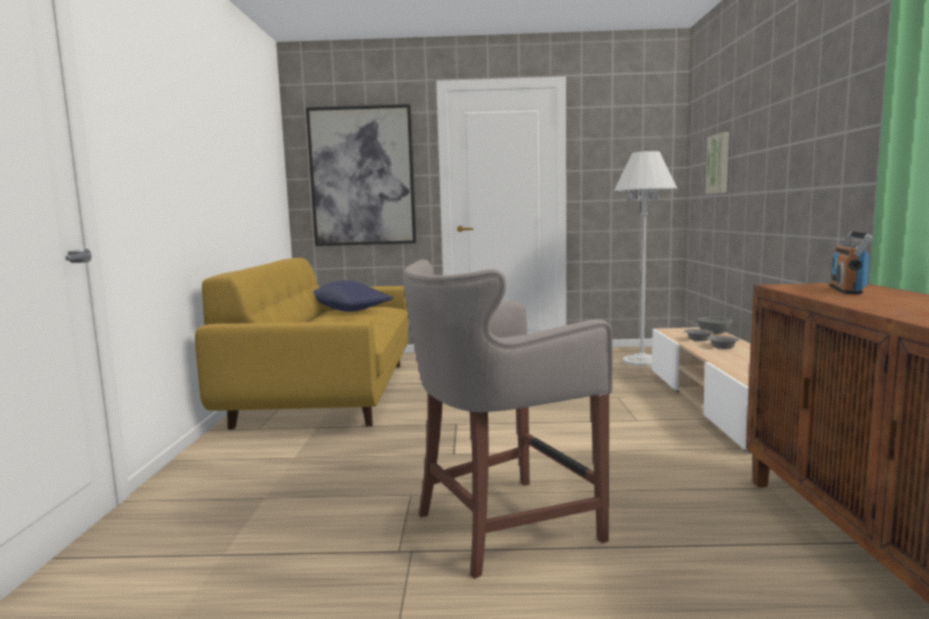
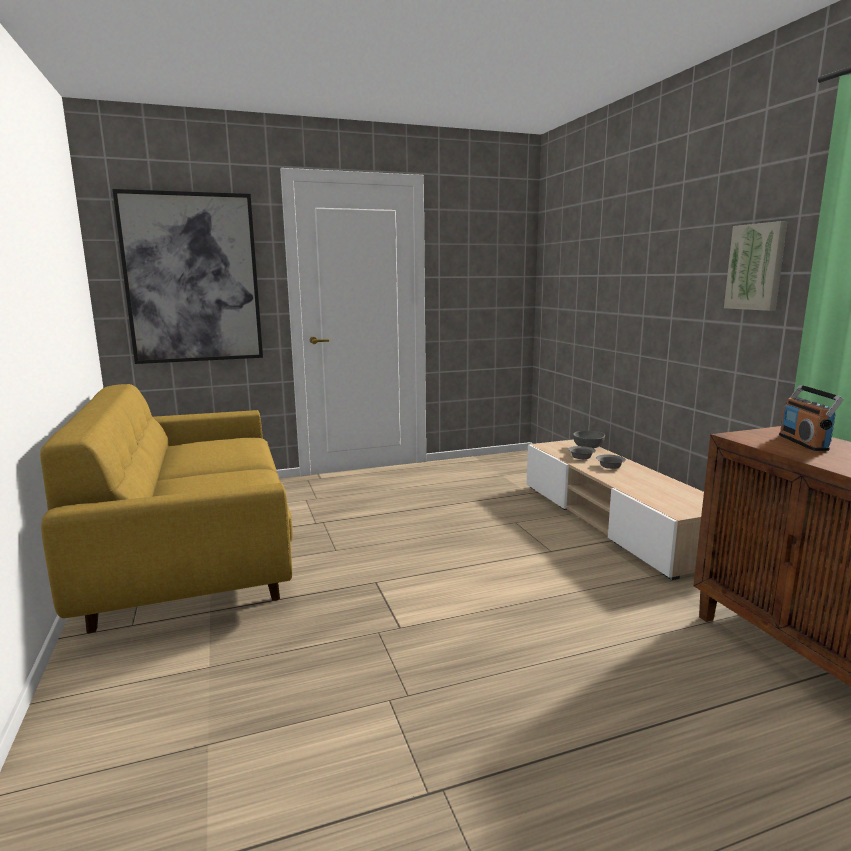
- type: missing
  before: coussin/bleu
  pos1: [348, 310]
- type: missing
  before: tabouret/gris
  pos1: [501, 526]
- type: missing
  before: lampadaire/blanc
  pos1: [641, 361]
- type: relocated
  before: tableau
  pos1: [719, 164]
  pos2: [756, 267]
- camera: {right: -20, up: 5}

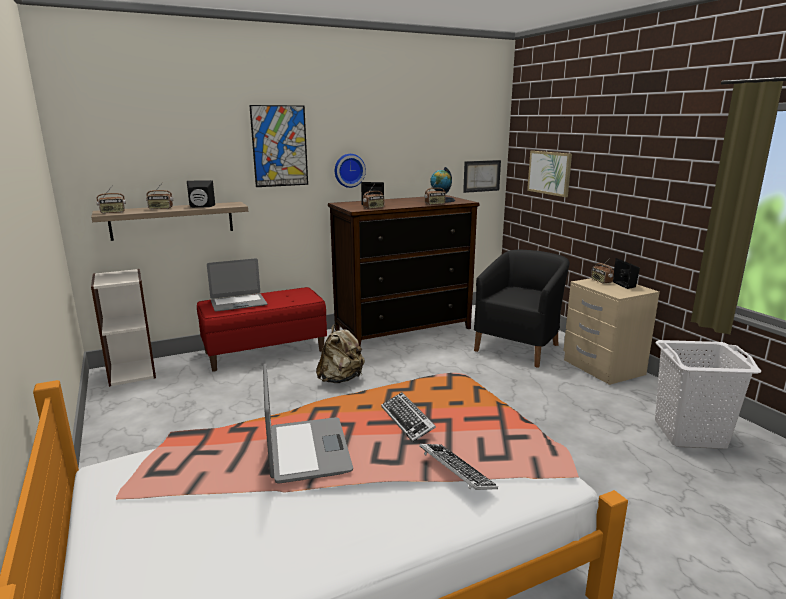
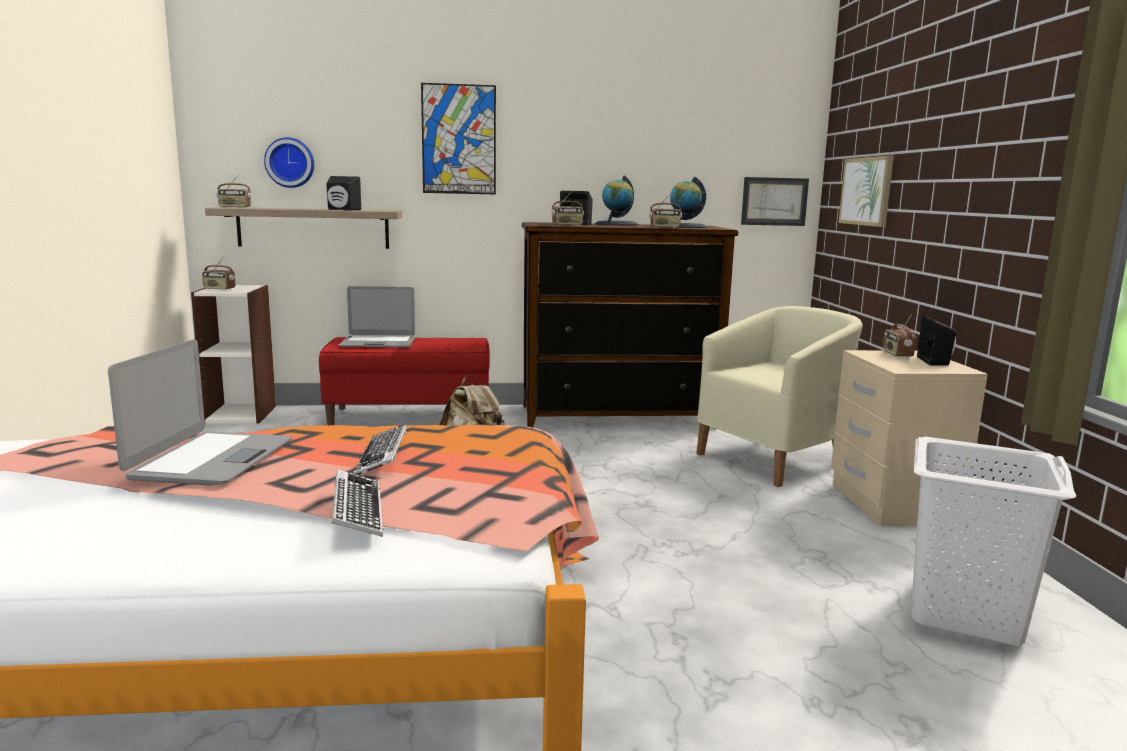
- type: appeared
  after: globe
  pos2: [616, 224]
- type: relocated
  before: radio
  pos1: [160, 208]
  pos2: [219, 289]
- type: relocated
  before: horloge murale
  pos1: [349, 170]
  pos2: [290, 162]
- type: colour
  before: fauteuil/noir
  after: fauteuil/beige
  pos1: [519, 347]
  pos2: [774, 460]
- camera: {right: 20, up: -5}

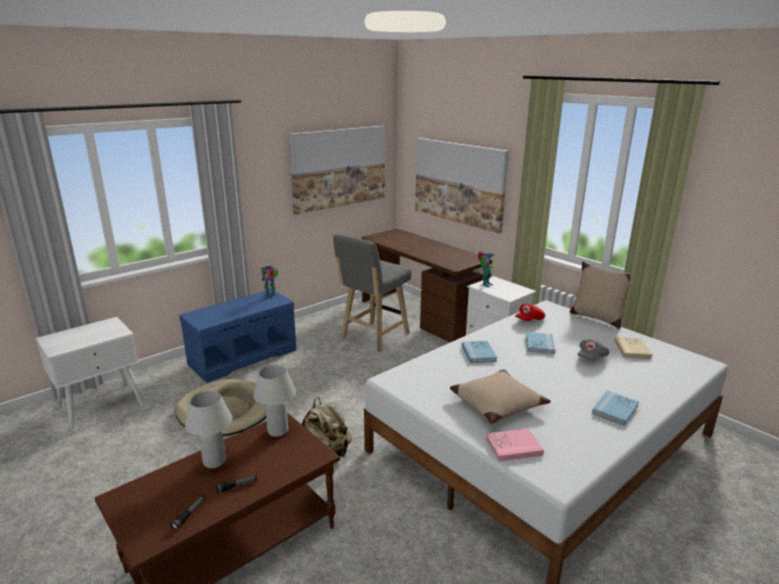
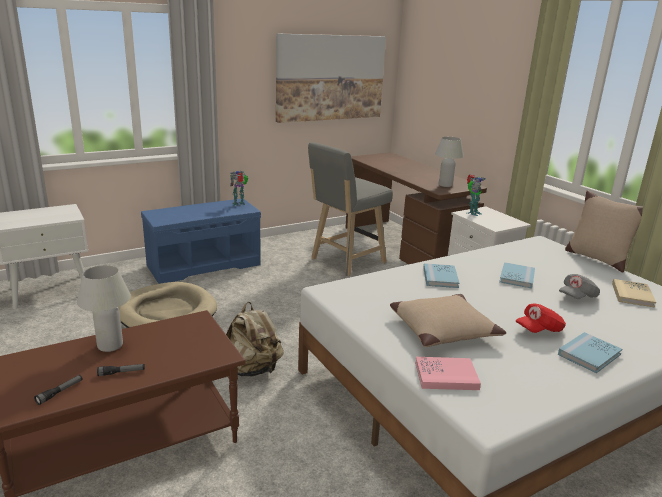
- type: missing
  before: tableau
  pos1: [459, 183]
- type: relocated
  before: lampe de table/blanc
  pos1: [278, 431]
  pos2: [445, 185]
- type: relocated
  before: casquette/rouge
  pos1: [529, 320]
  pos2: [539, 330]
- camera: {right: 10, up: 0}

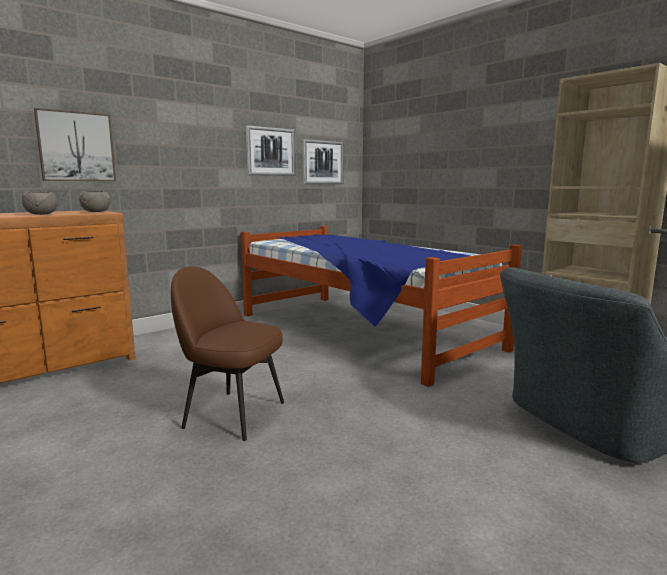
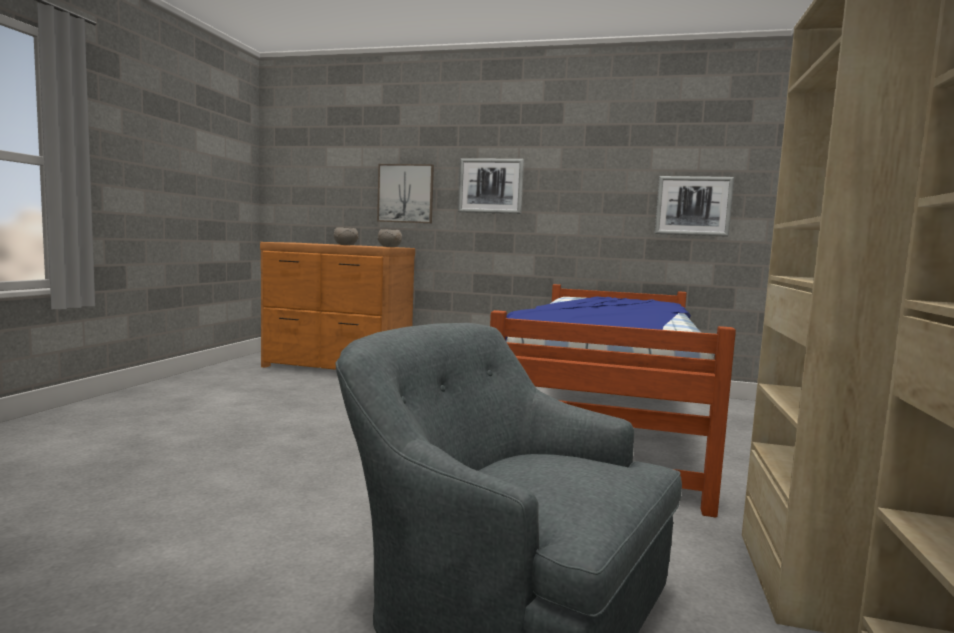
- type: missing
  before: chaise/marron
  pos1: [232, 414]
- type: relocated
  before: tableau
  pos1: [270, 151]
  pos2: [490, 186]
- camera: {right: 55, up: -5}

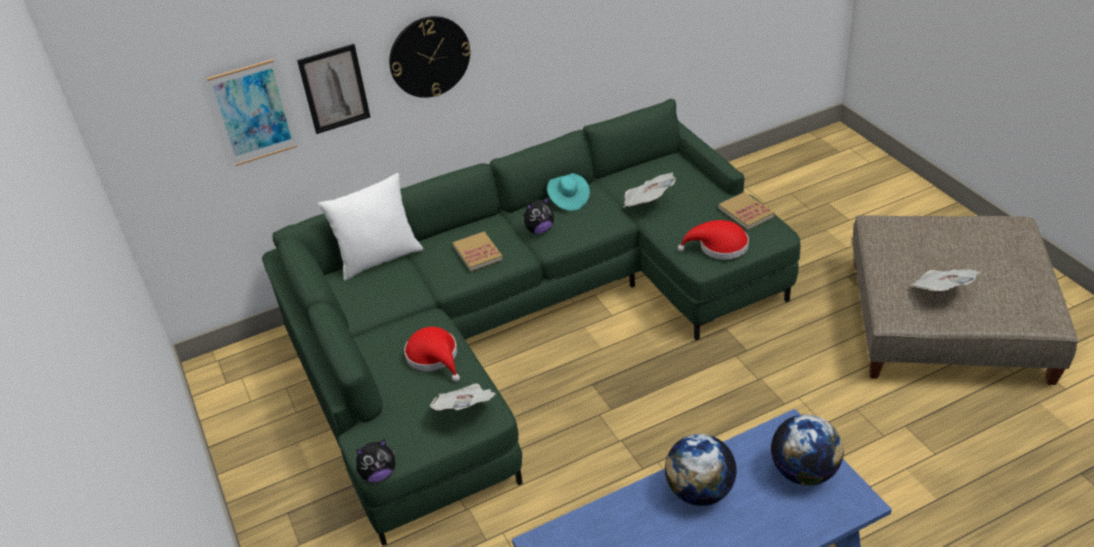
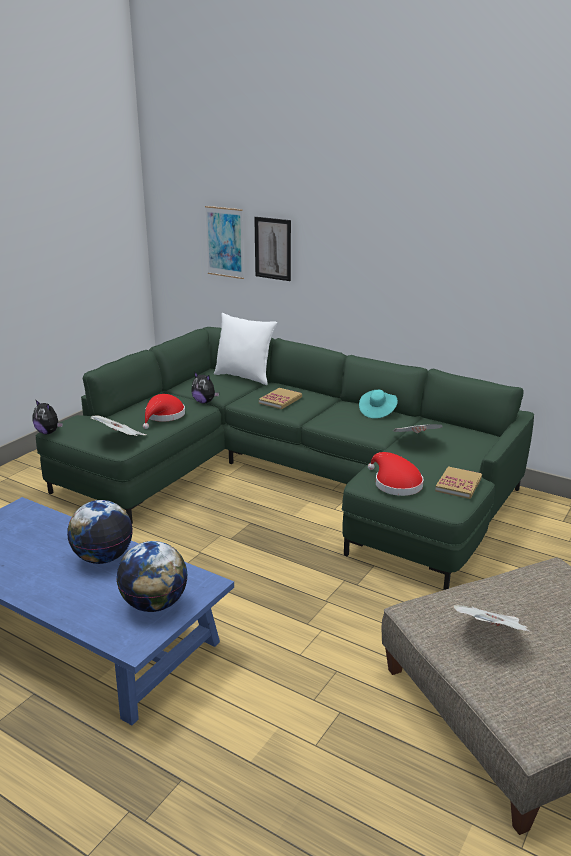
- type: missing
  before: horloge murale
  pos1: [429, 56]
- type: relocated
  before: peluche
  pos1: [539, 230]
  pos2: [204, 402]
- camera: {right: 55, up: -15}

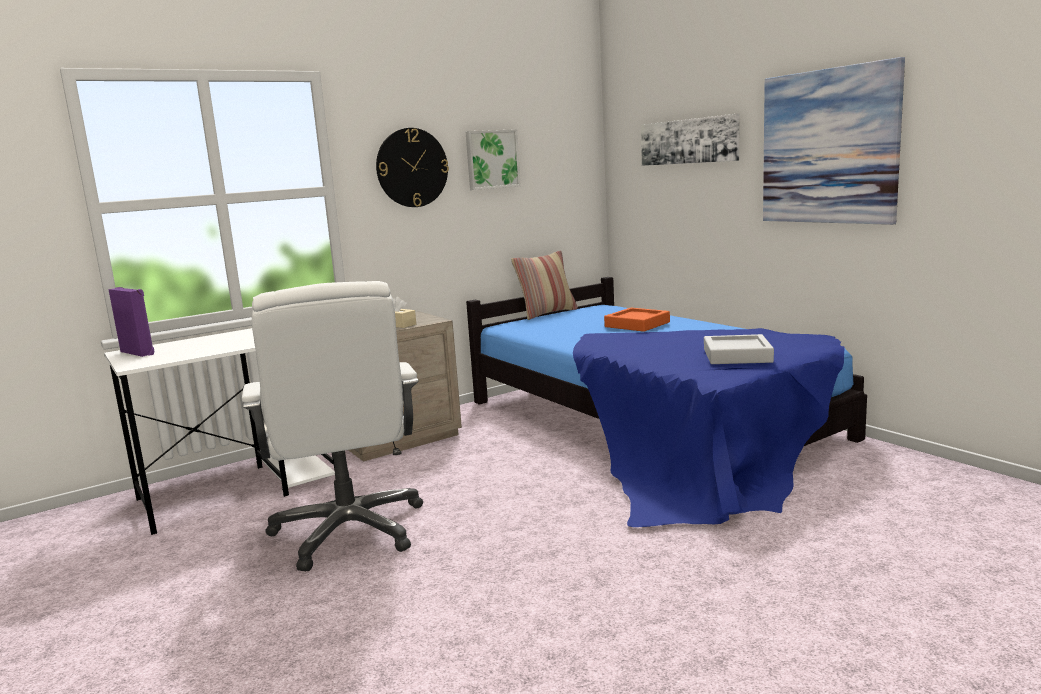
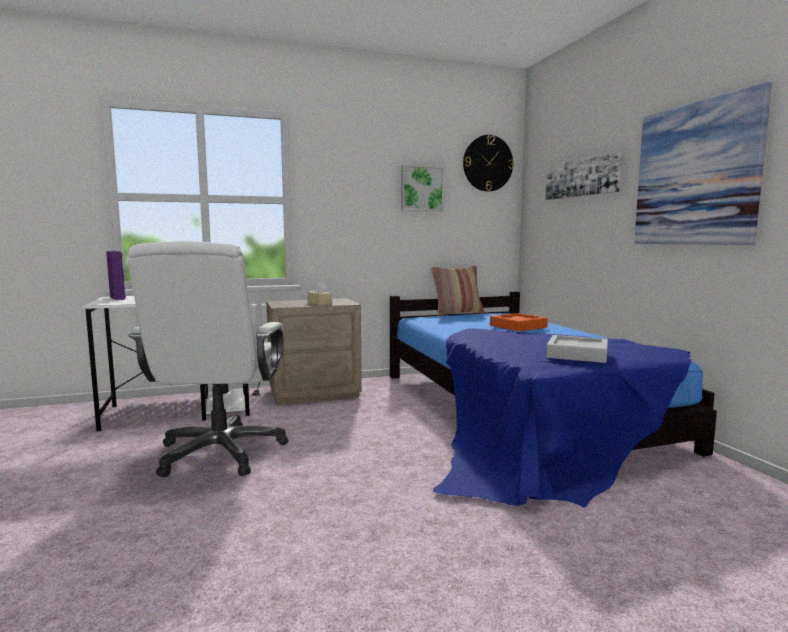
- type: relocated
  before: horloge murale
  pos1: [412, 168]
  pos2: [487, 163]
- camera: {right: 15, up: -5}

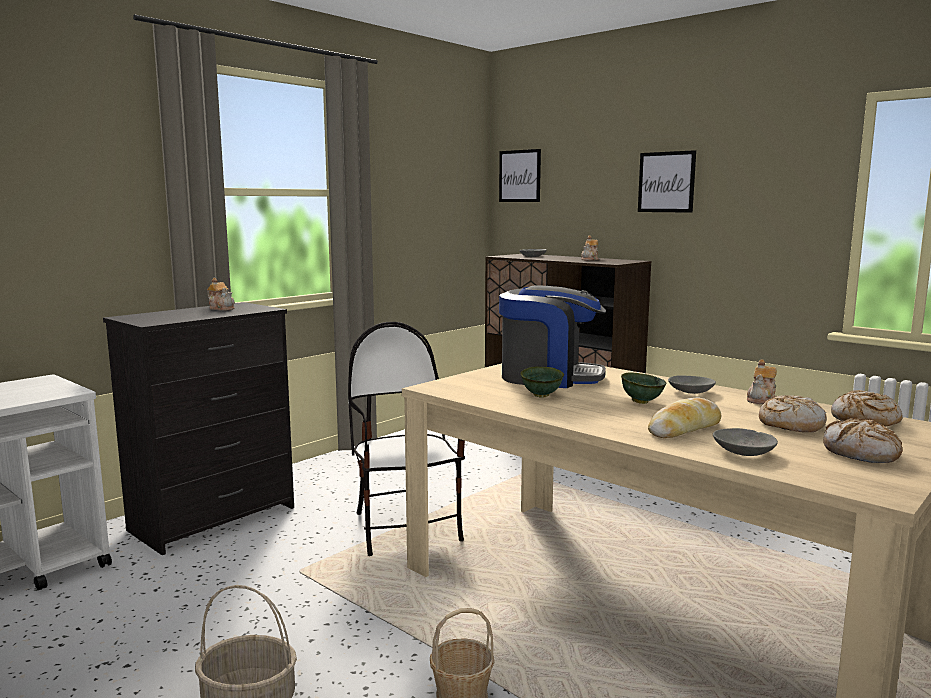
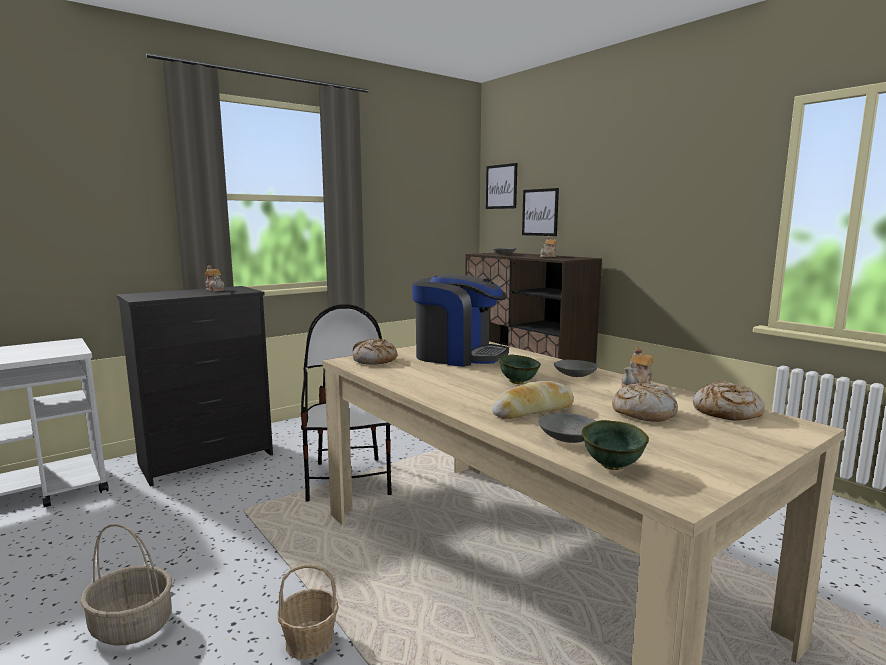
- type: relocated
  before: bol/vert
  pos1: [542, 396]
  pos2: [613, 466]
- type: relocated
  before: tableau
  pos1: [666, 182]
  pos2: [540, 212]
- type: relocated
  before: pain
  pos1: [861, 453]
  pos2: [374, 360]
- camera: {right: 10, up: 0}

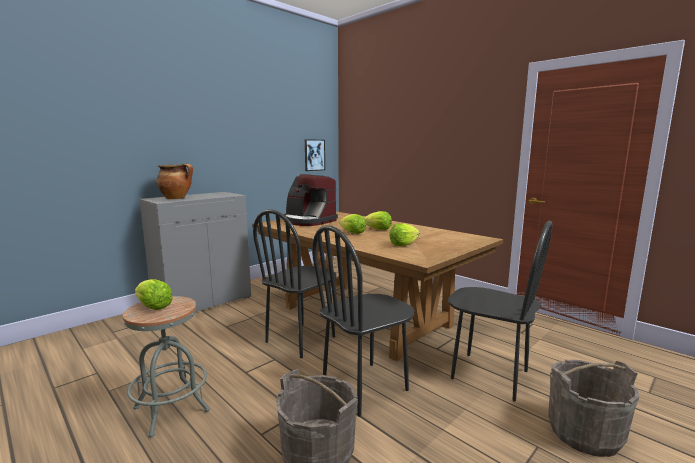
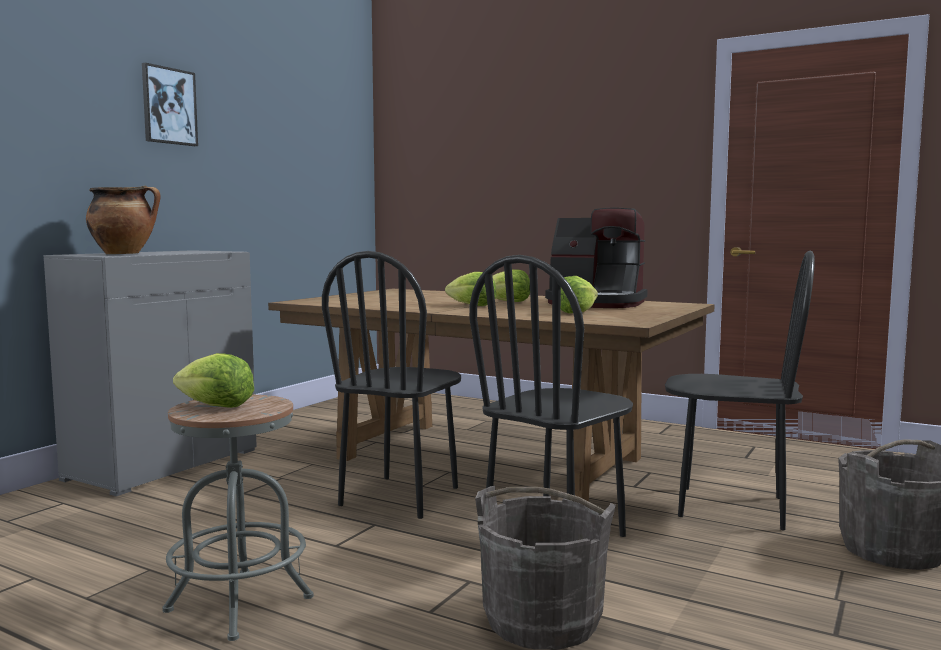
- type: relocated
  before: machine à café
  pos1: [308, 221]
  pos2: [595, 303]
- type: relocated
  before: tableau
  pos1: [314, 155]
  pos2: [169, 106]
- camera: {right: -15, up: -5}

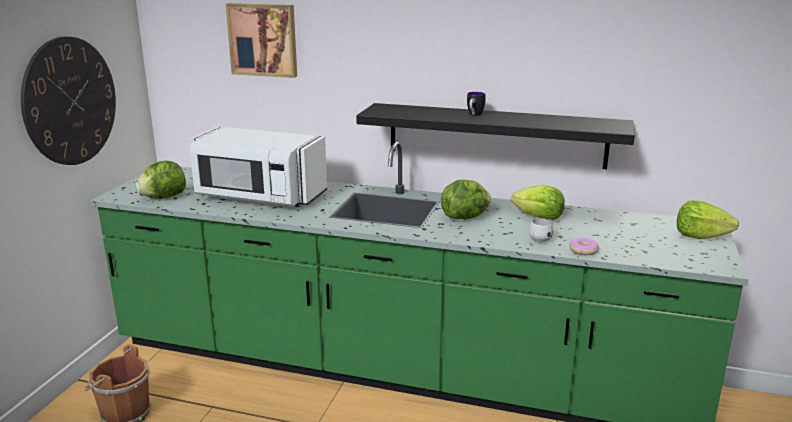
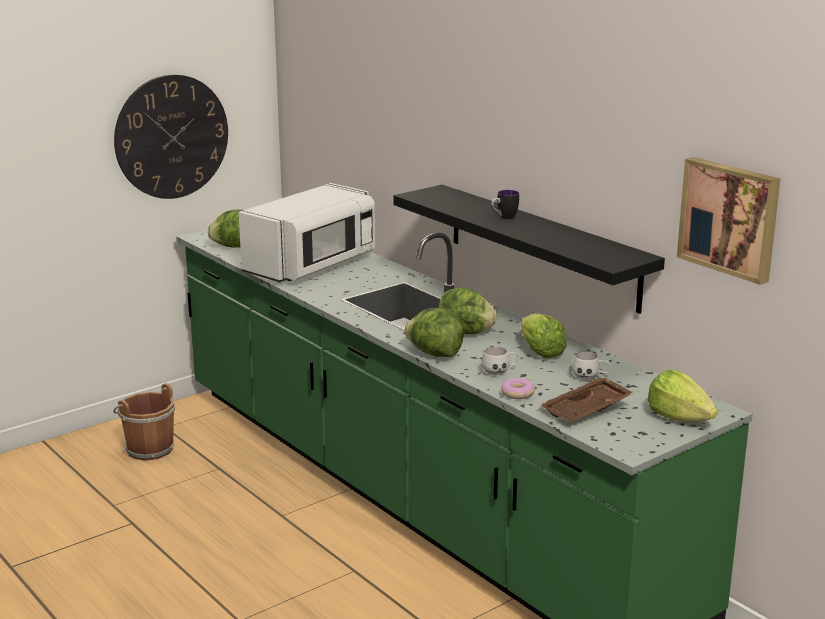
- type: appeared
  after: laitue
  pos2: [434, 354]
- type: appeared
  after: plateau/marron
  pos2: [587, 411]
- type: appeared
  after: mug/blanc
  pos2: [590, 377]
- type: relocated
  before: tableau
  pos1: [263, 40]
  pos2: [730, 218]
- type: spun
  before: micro-ondes/blanc
  pos1: [259, 197]
  pos2: [312, 266]
  turn: -105
- camera: {right: 35, up: 0}

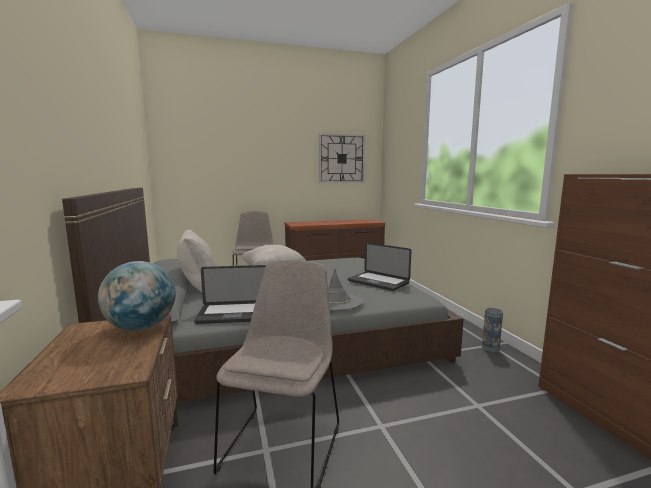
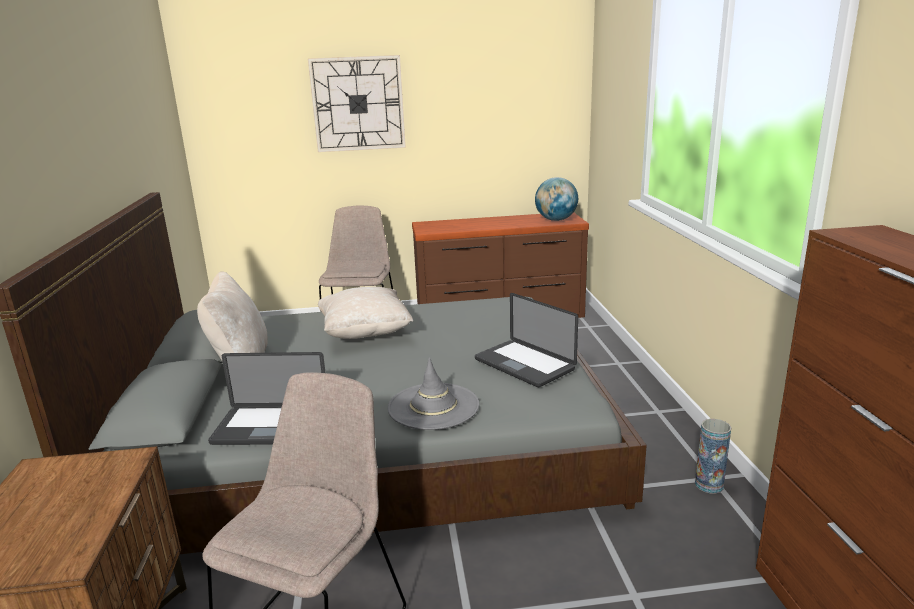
- type: relocated
  before: globe
  pos1: [141, 327]
  pos2: [556, 220]
- type: relocated
  before: horloge murale
  pos1: [341, 158]
  pos2: [358, 104]
- camera: {right: 10, up: 10}

